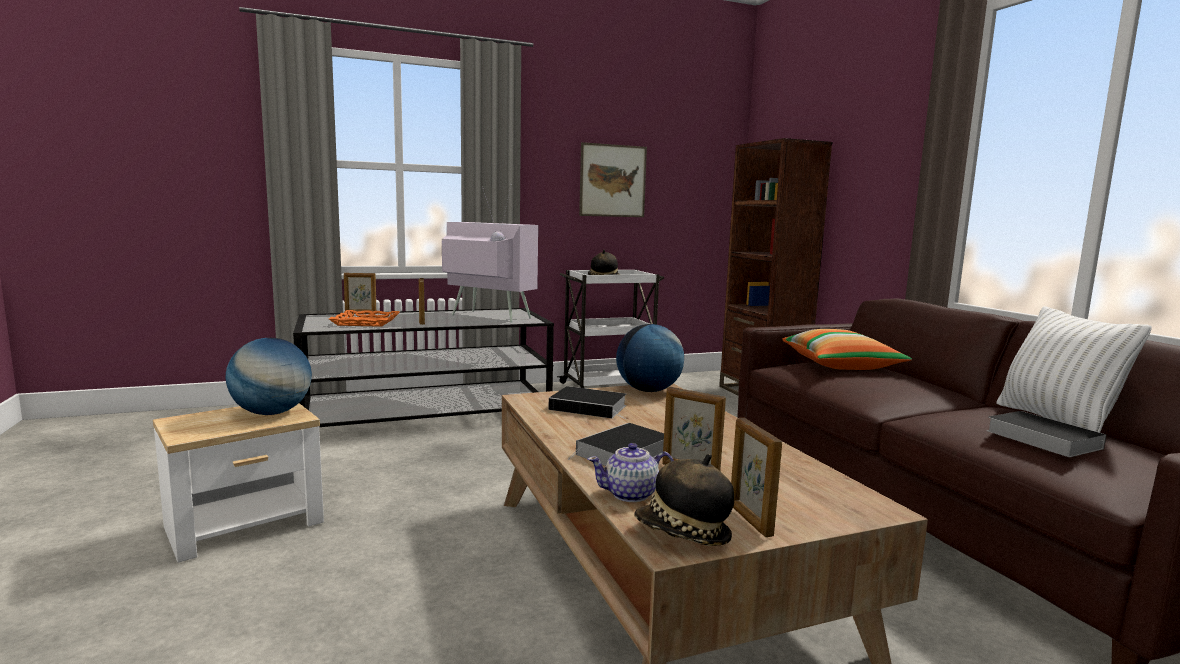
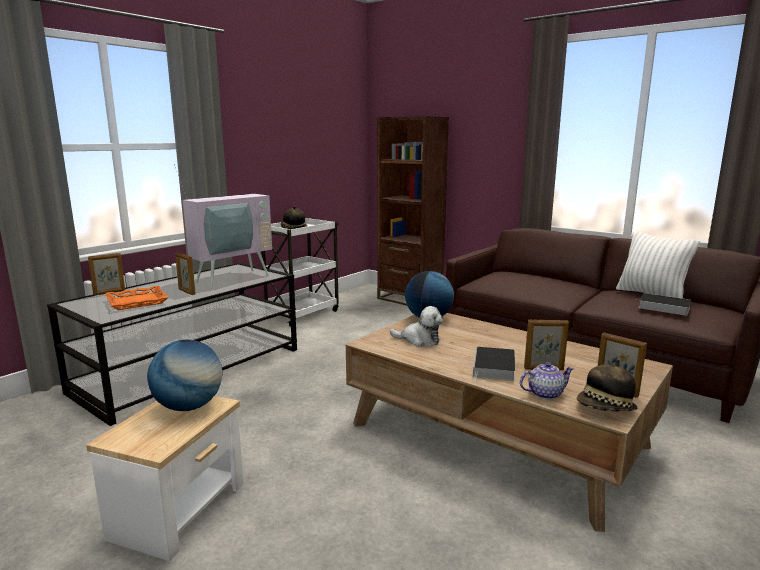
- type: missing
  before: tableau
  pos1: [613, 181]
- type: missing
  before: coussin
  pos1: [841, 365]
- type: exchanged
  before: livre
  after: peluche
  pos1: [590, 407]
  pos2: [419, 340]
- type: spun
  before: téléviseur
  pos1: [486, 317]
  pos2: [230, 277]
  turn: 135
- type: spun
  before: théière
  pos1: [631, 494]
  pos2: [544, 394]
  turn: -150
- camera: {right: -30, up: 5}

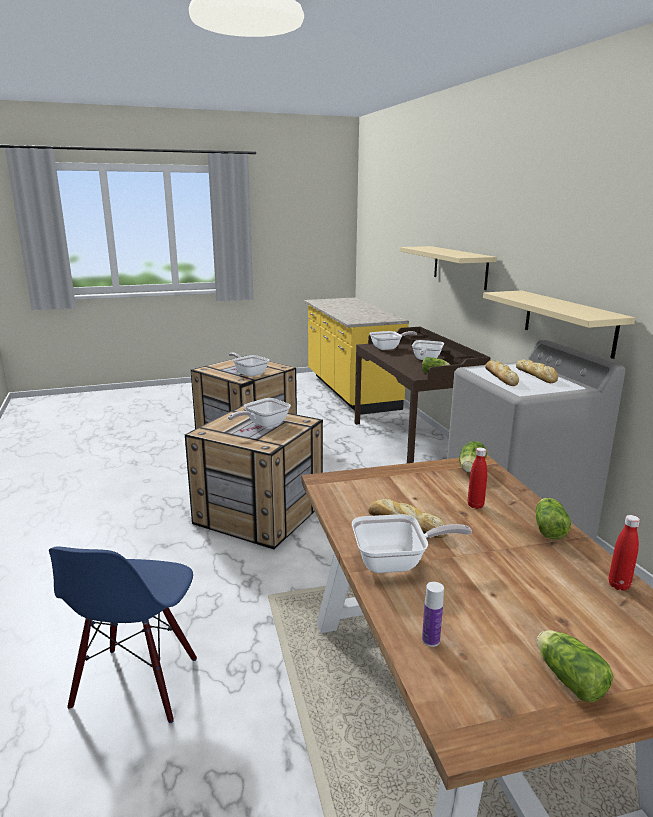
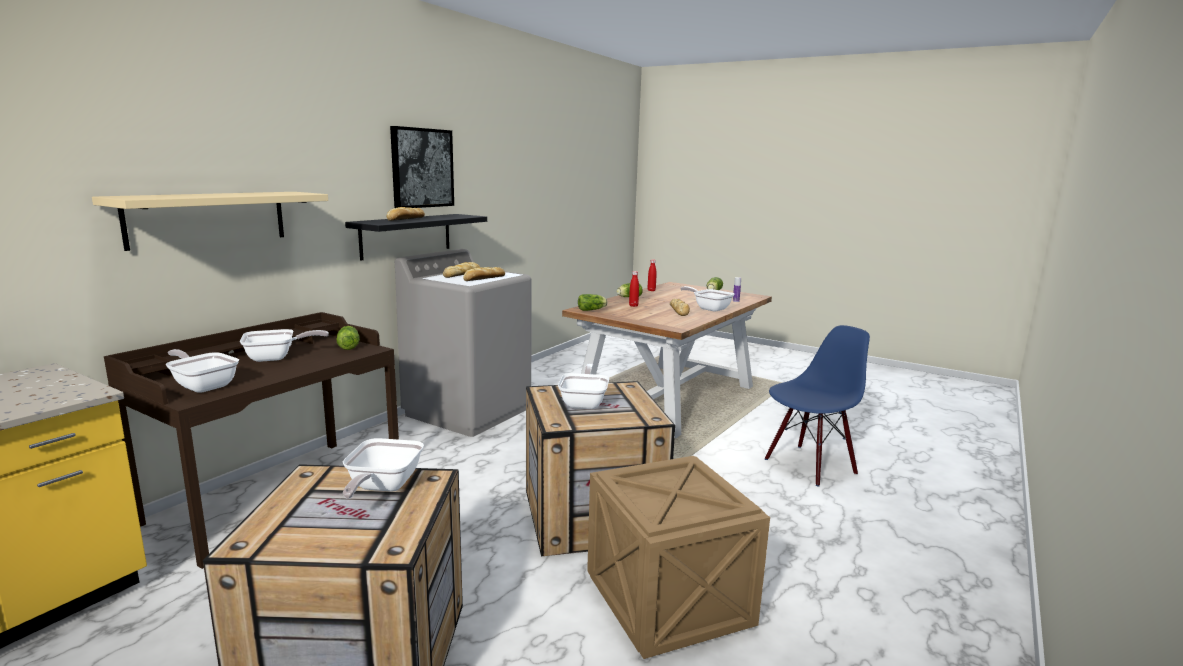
- type: appeared
  after: pain
  pos2: [405, 219]
- type: appeared
  after: tableau
  pos2: [422, 168]
- type: appeared
  after: caisse
  pos2: [668, 601]
- type: colour
  before: étagère/beige
  after: étagère/noir
  pos1: [568, 322]
  pos2: [406, 235]
- type: spun
  before: poêle
  pos1: [263, 424]
  pos2: [584, 402]
  turn: -90
- camera: {right: -130, up: -5}

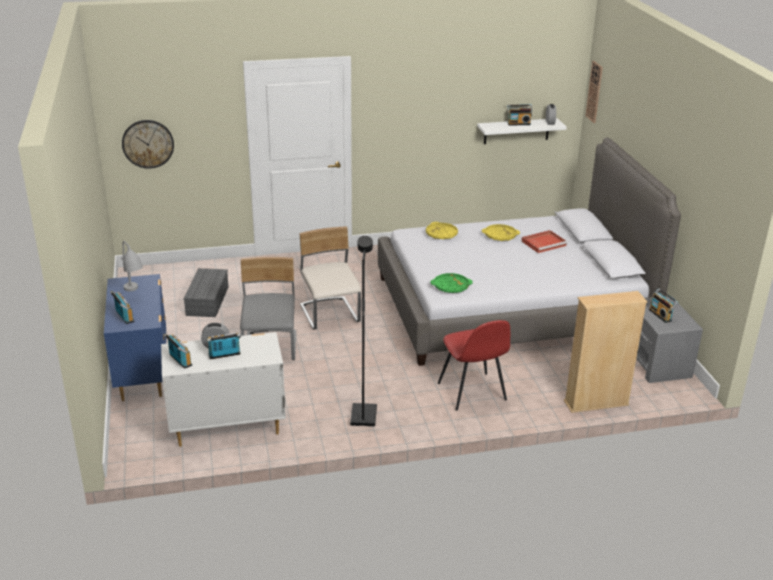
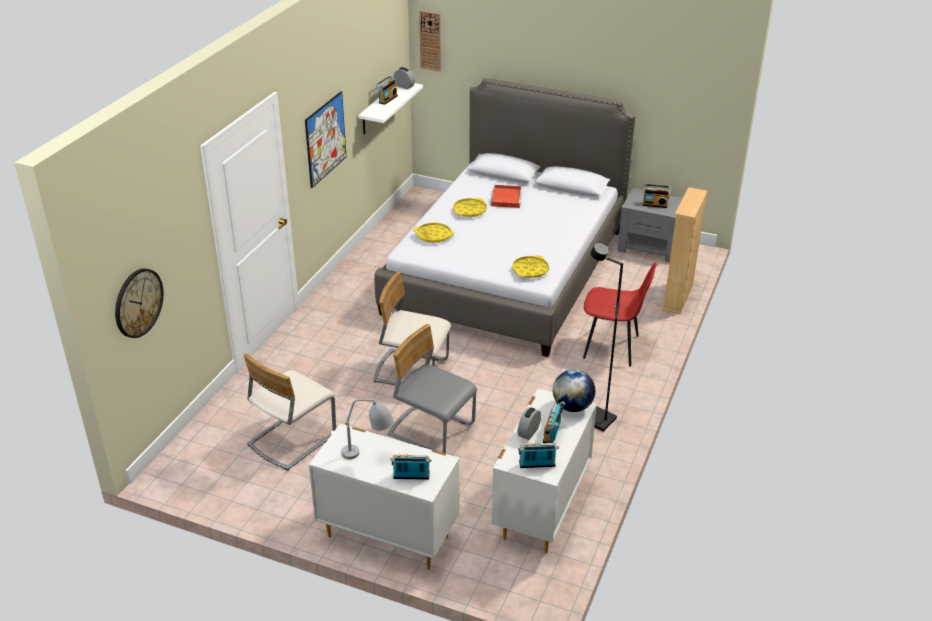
- type: appeared
  after: tableau
  pos2: [325, 139]
- type: appeared
  after: globe
  pos2: [572, 407]
- type: exchanged
  before: boîte de rangement/gris
  after: chaise/beige
  pos1: [207, 300]
  pos2: [291, 439]
- type: colour
  before: commode/bleu
  after: commode/blanc
  pos1: [143, 372]
  pos2: [387, 535]
- type: colour
  before: plateau/vert
  after: plateau/jaune
  pos1: [451, 286]
  pos2: [530, 270]
- camera: {right: -55, up: 5}

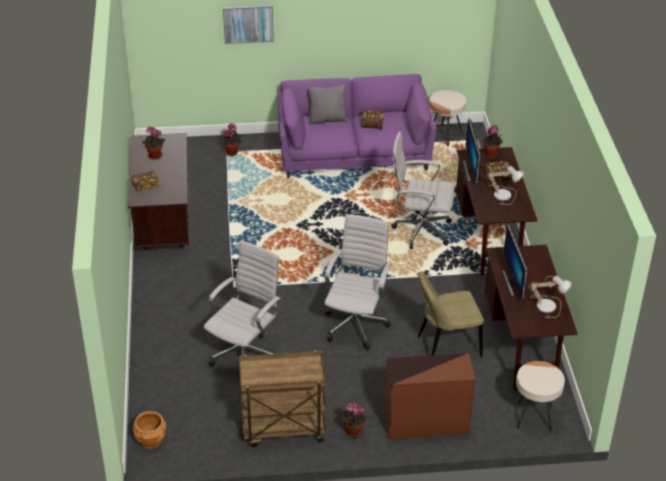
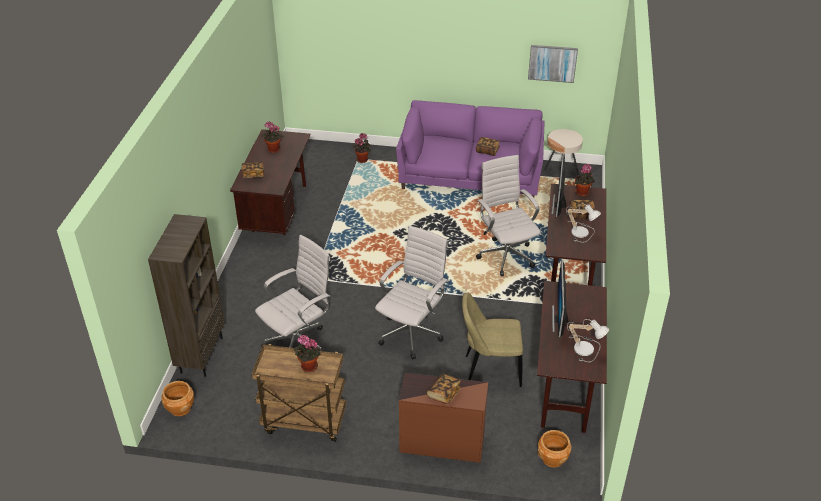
- type: missing
  before: coussin/gris
  pos1: [327, 119]
- type: appeared
  after: bibliothèque/marron
  pos2: [201, 355]
- type: appeared
  after: livre
  pos2: [443, 394]
- type: relocated
  before: tableau
  pos1: [248, 23]
  pos2: [552, 63]
- type: relocated
  before: plante en pot
  pos1: [352, 433]
  pos2: [308, 367]
- type: exchanged
  before: table d'appoint/beige
  after: cache-pot/marron
  pos1: [534, 417]
  pos2: [552, 458]
- type: spun
  before: chaise de bureau/blanc
  pos1: [419, 230]
  pos2: [505, 255]
  turn: 45
- camera: {right: 15, up: 0}

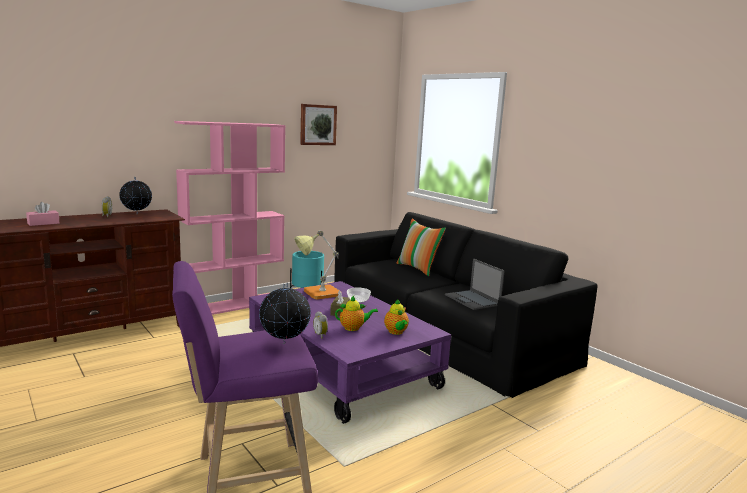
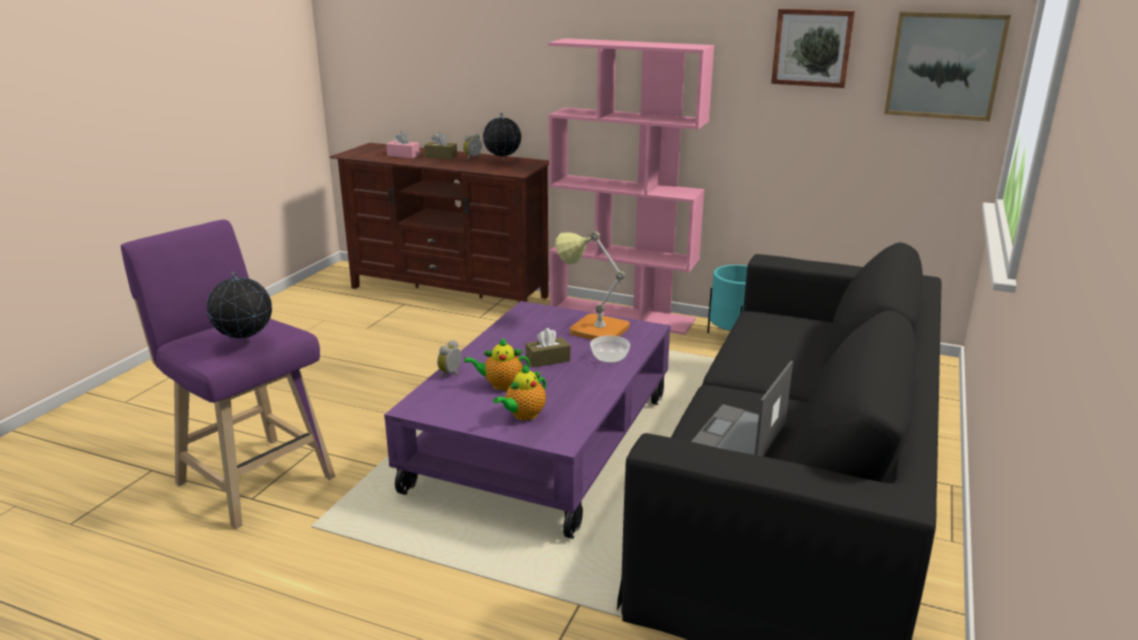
- type: missing
  before: coussin
  pos1: [418, 268]
- type: appeared
  after: boîte à mouchoirs/marron
  pos2: [441, 156]
- type: appeared
  after: tableau
  pos2: [944, 66]
- type: spun
  before: théière
  pos1: [353, 328]
  pos2: [500, 385]
  turn: 120
- camera: {right: 60, up: 10}

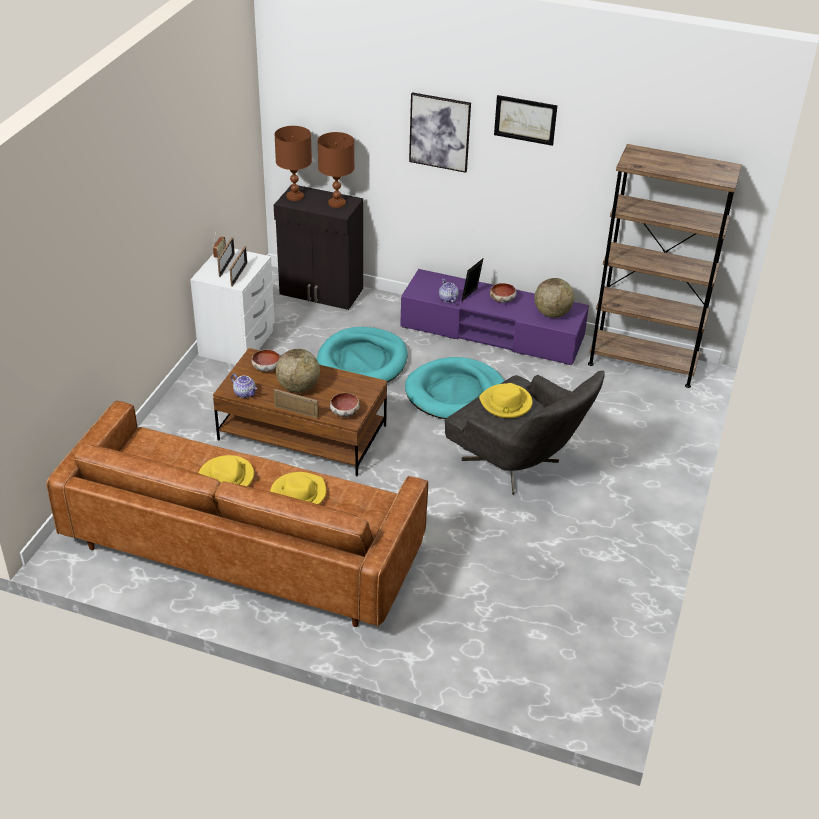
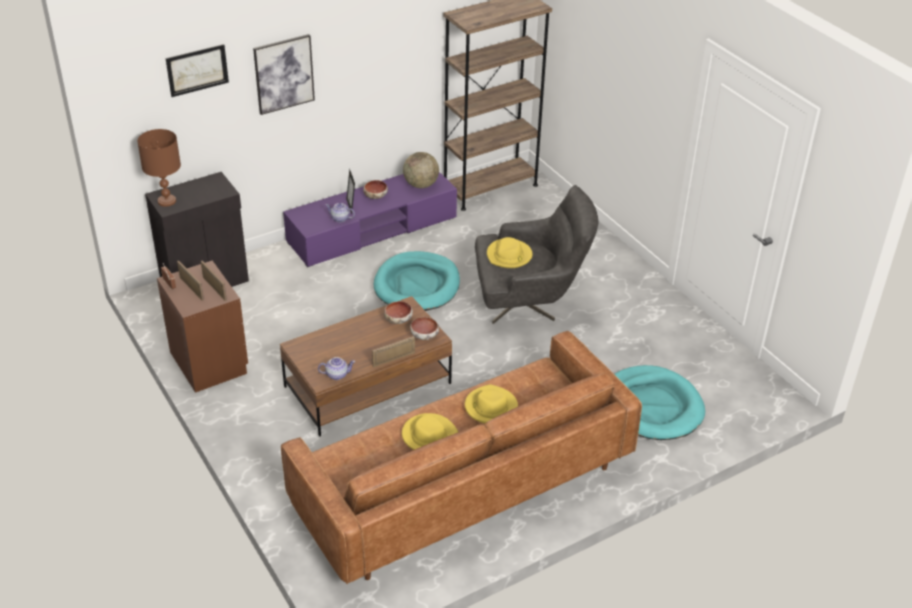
- type: missing
  before: globe
  pos1: [298, 388]
- type: missing
  before: lampe de table/marron
  pos1: [336, 203]
- type: relocated
  before: bol
  pos1: [267, 368]
  pos2: [398, 319]
- type: relocated
  before: panier pour chien/turquoise
  pos1: [362, 361]
  pos2: [653, 406]
- type: relocated
  before: tableau
  pos1: [525, 120]
  pos2: [197, 70]
- type: colour
  before: table de chevet/blanc
  after: table de chevet/marron
  pos1: [238, 344]
  pos2: [210, 362]
- camera: {right: -50, up: 0}

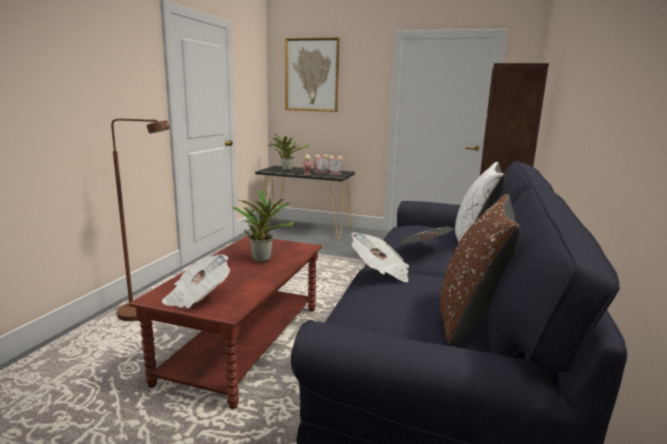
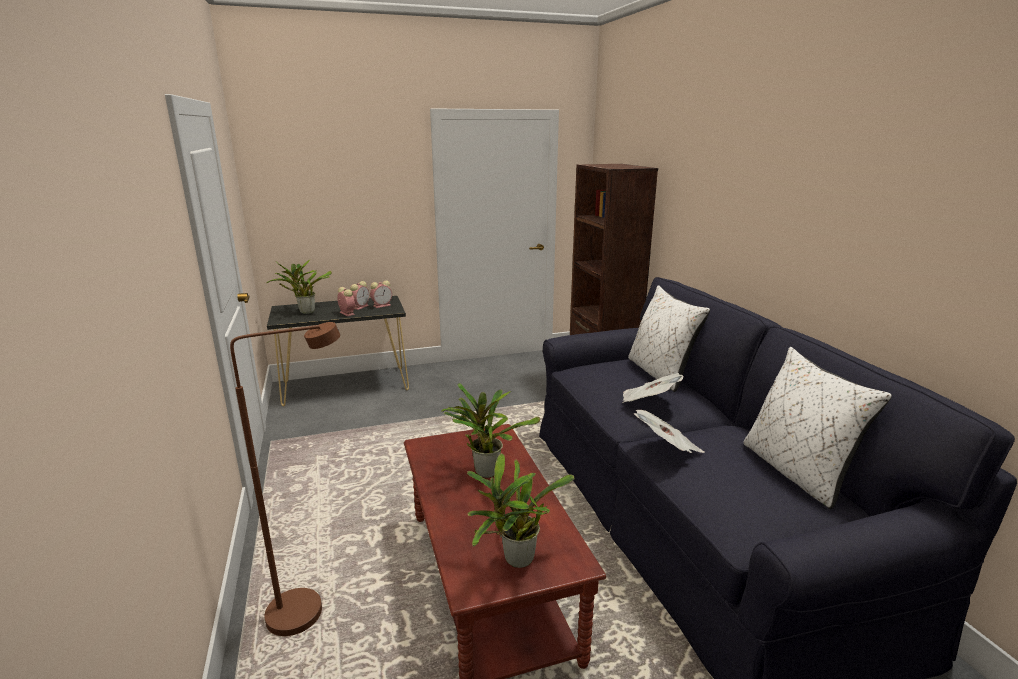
- type: missing
  before: tableau
  pos1: [312, 75]
- type: exchanged
  before: journal
  after: plante en pot
  pos1: [197, 297]
  pos2: [515, 561]
- type: colour
  before: coussin/marron
  after: coussin/blanc
  pos1: [470, 318]
  pos2: [796, 472]
- camera: {right: -35, up: 5}

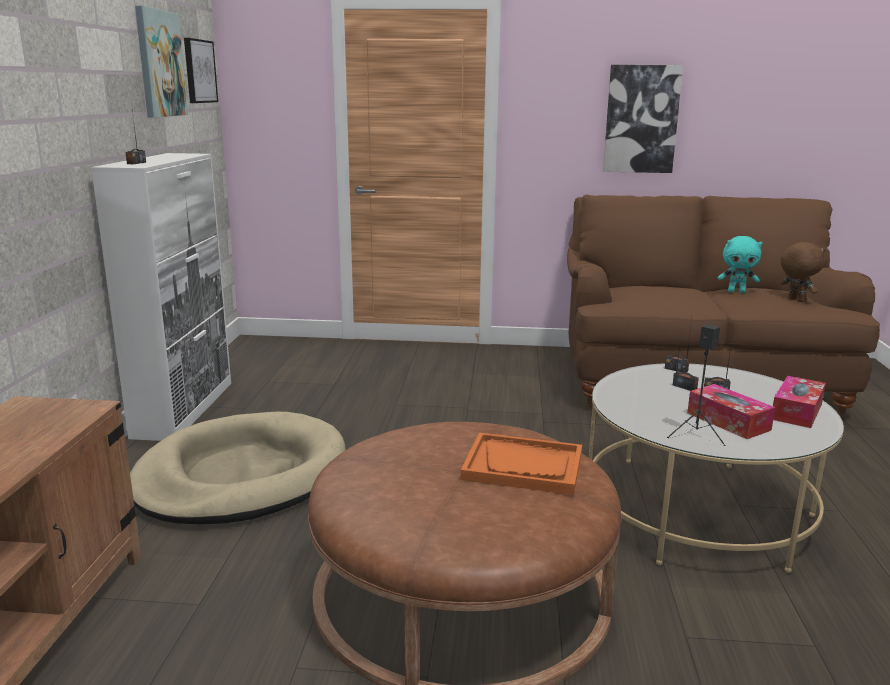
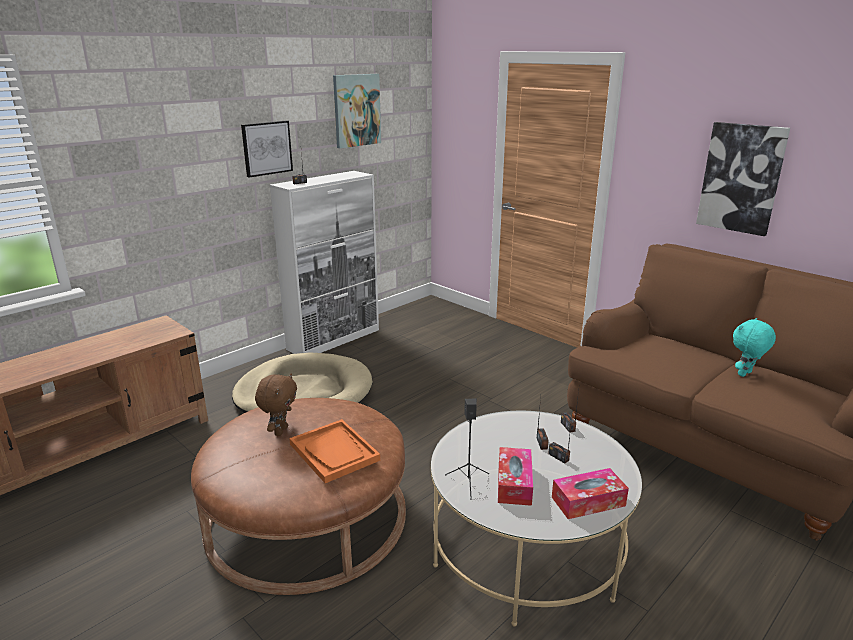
- type: relocated
  before: tableau
  pos1: [199, 71]
  pos2: [266, 148]
- type: relocated
  before: peluche/marron
  pos1: [795, 300]
  pos2: [280, 431]
- type: spun
  before: peluche/turquoise
  pos1: [736, 292]
  pos2: [745, 374]
  turn: 90
- camera: {right: 40, up: 5}

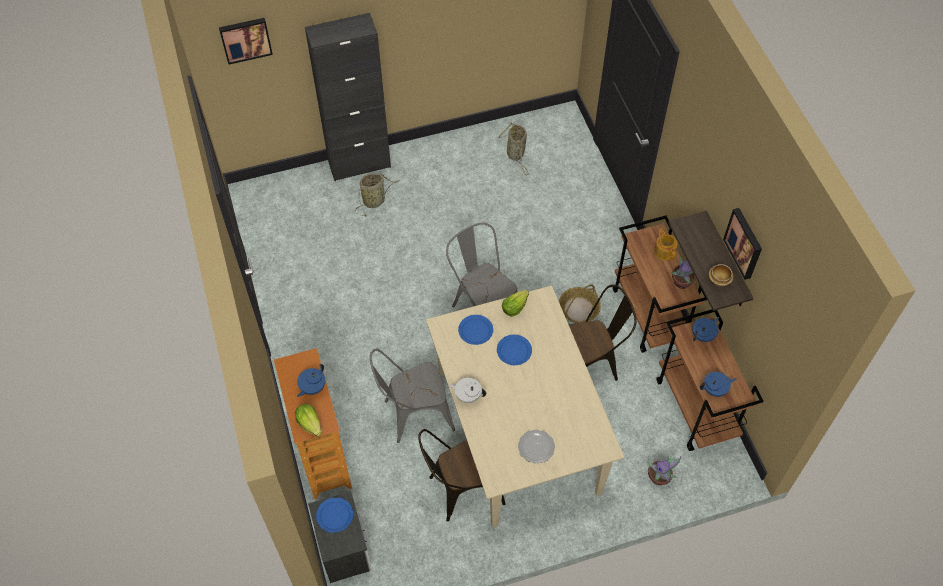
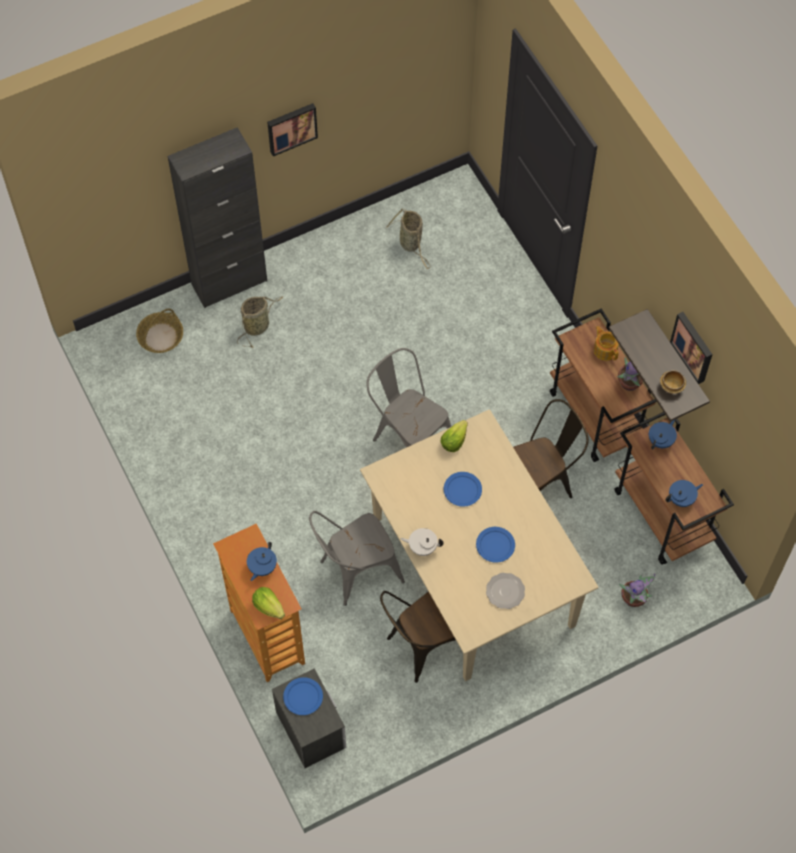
- type: relocated
  before: tableau
  pos1: [245, 39]
  pos2: [291, 127]
- type: relocated
  before: assiette/bleu
  pos1: [475, 330]
  pos2: [495, 545]
- type: relocated
  before: panier
  pos1: [578, 309]
  pos2: [160, 337]
- camera: {right: -10, up: 5}

